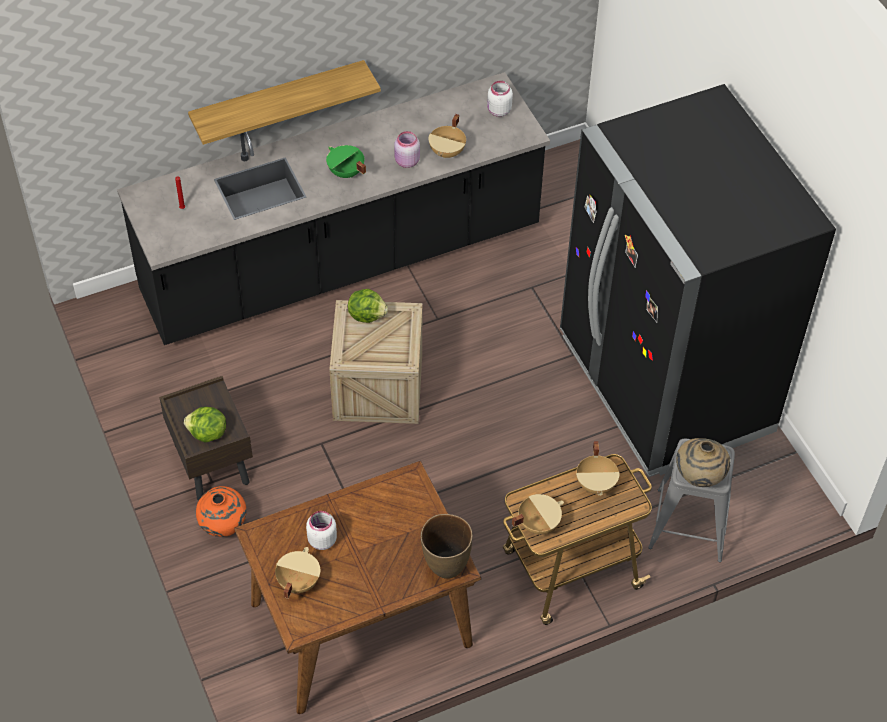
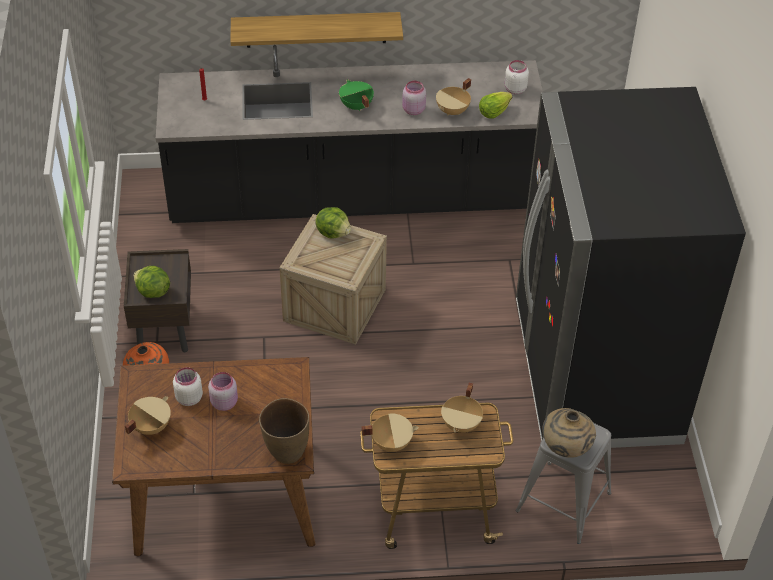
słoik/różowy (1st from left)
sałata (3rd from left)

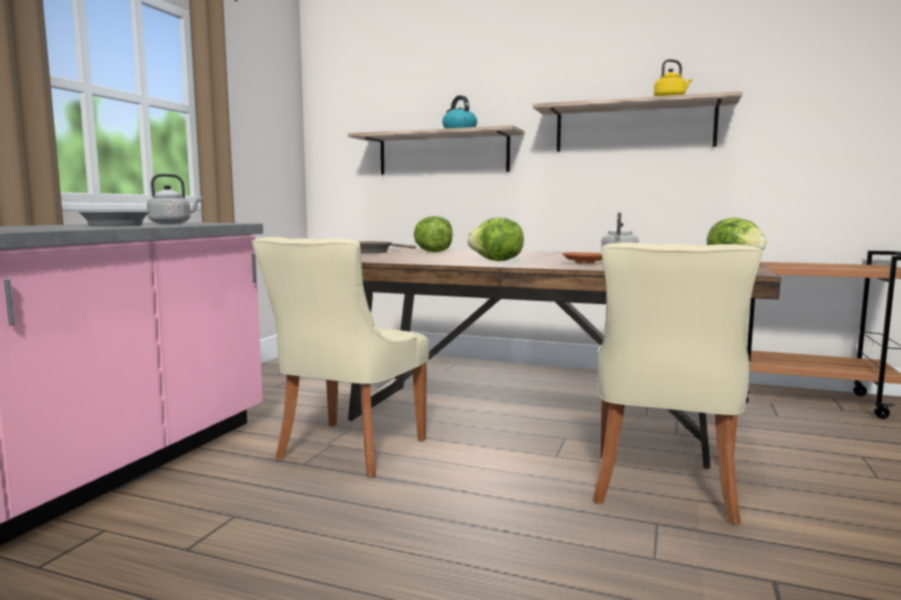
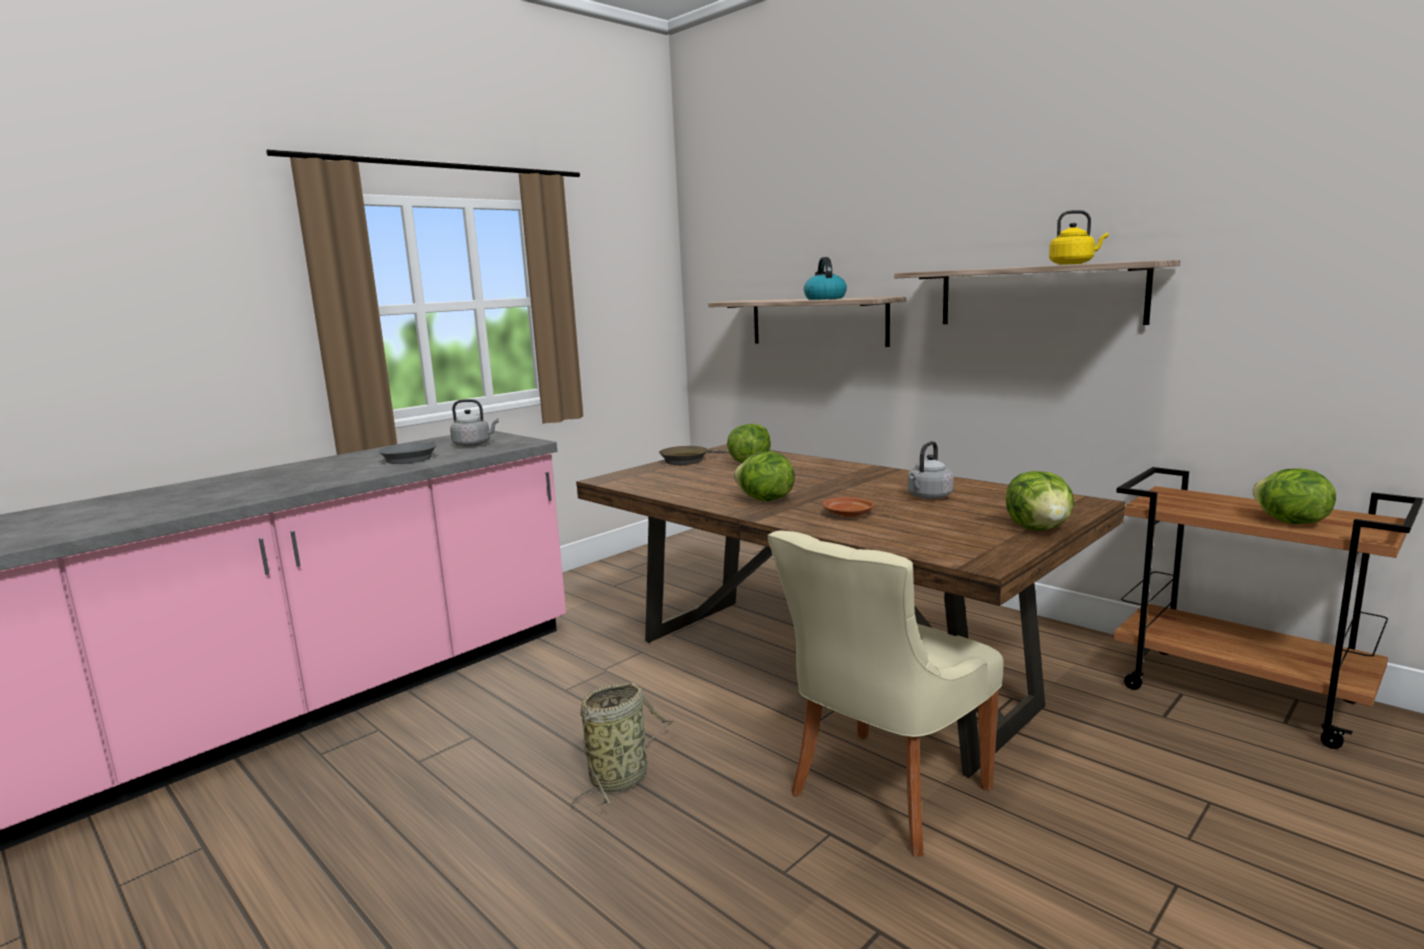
krzesło/beżowy (1st from left in the first image)
koszyk
sałata (4th from left)

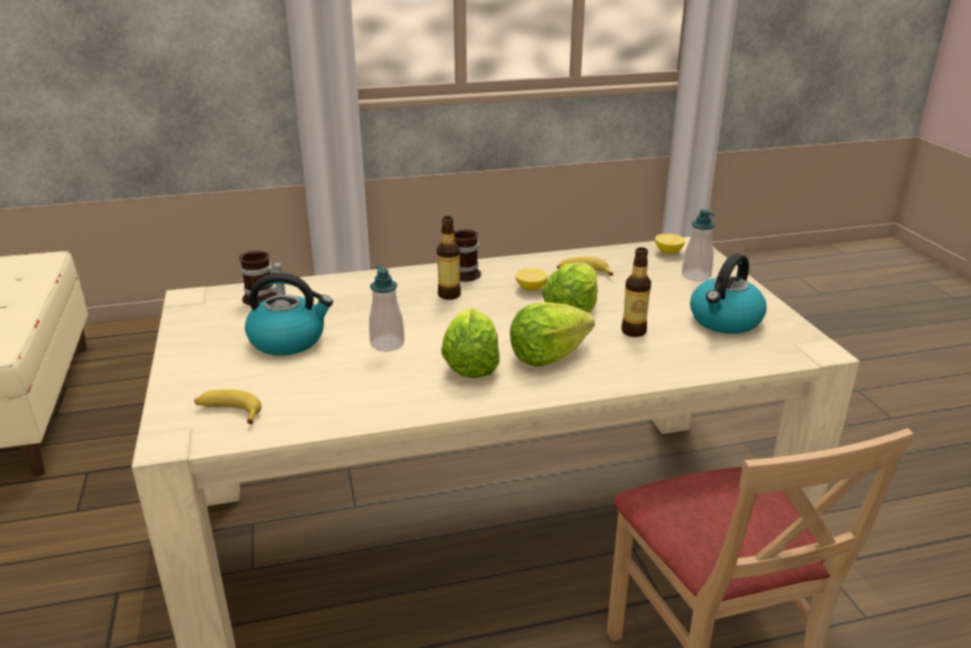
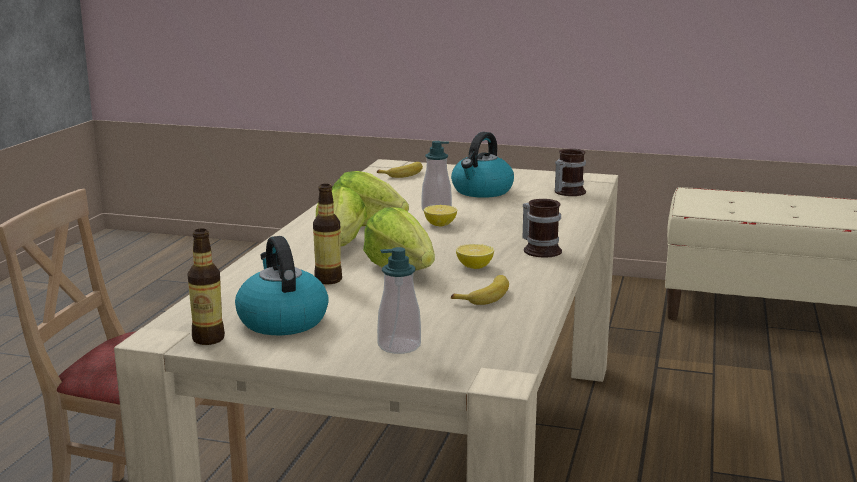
butelka (1st from left)
cytryna (1st from left)

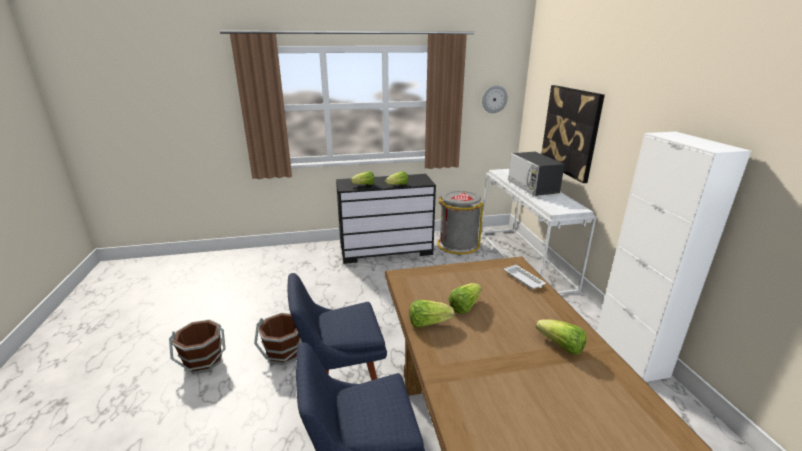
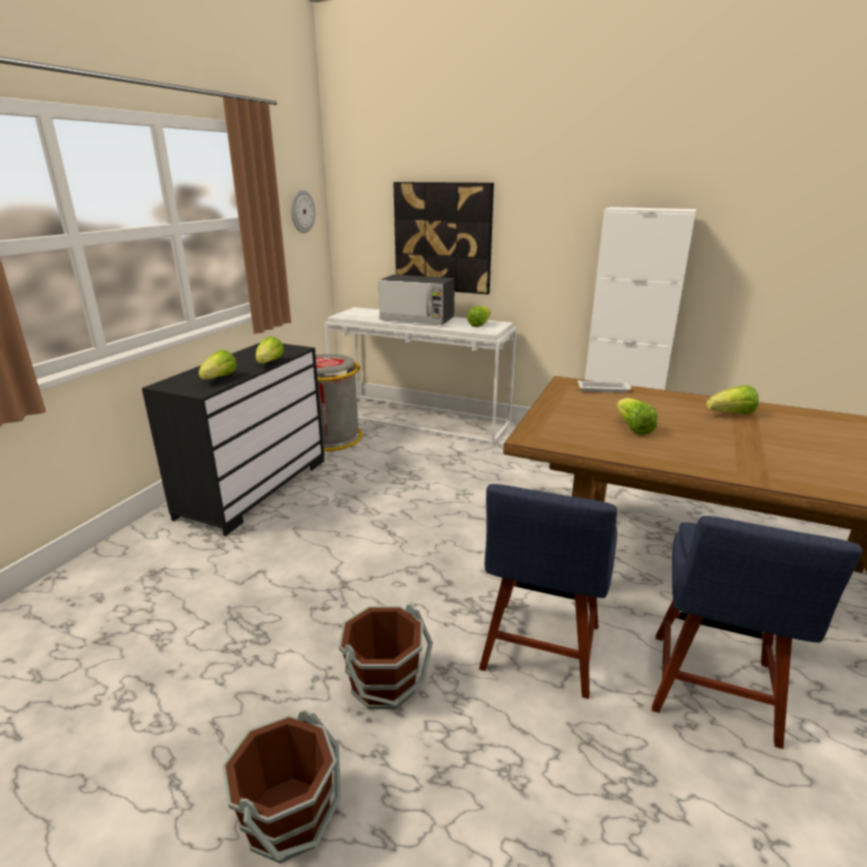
sałata (3rd from left)

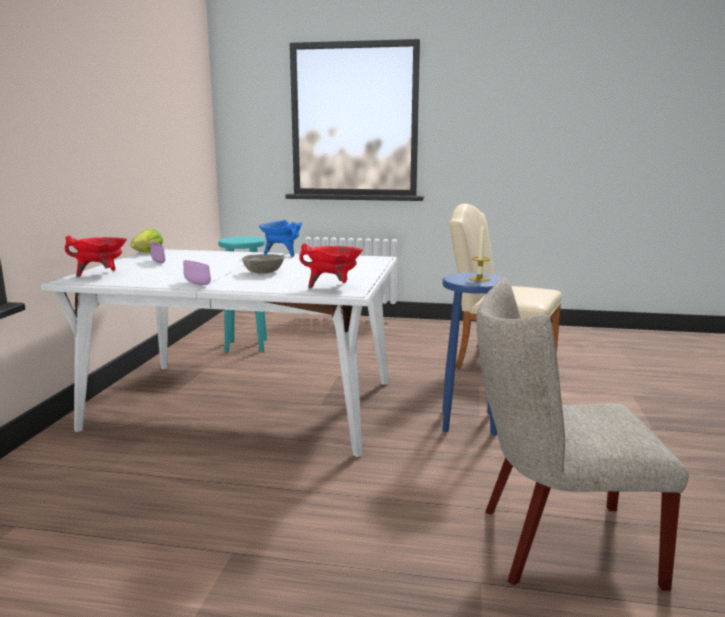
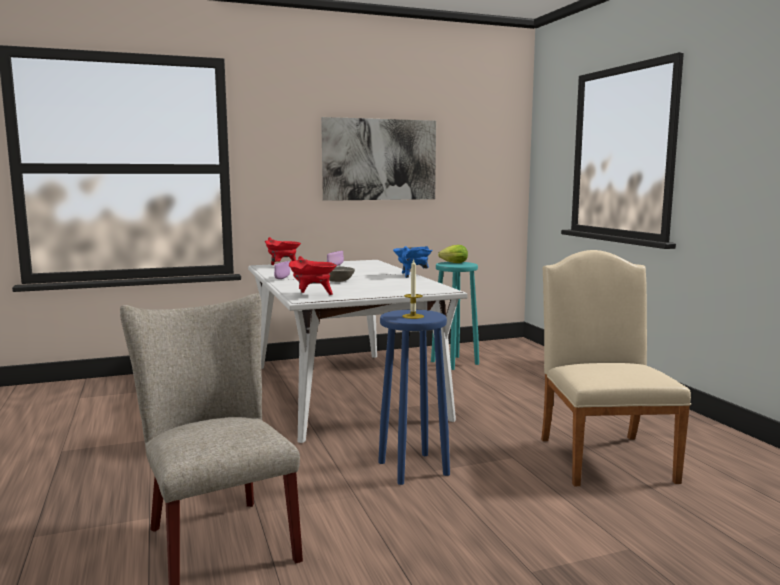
sałata
obraz

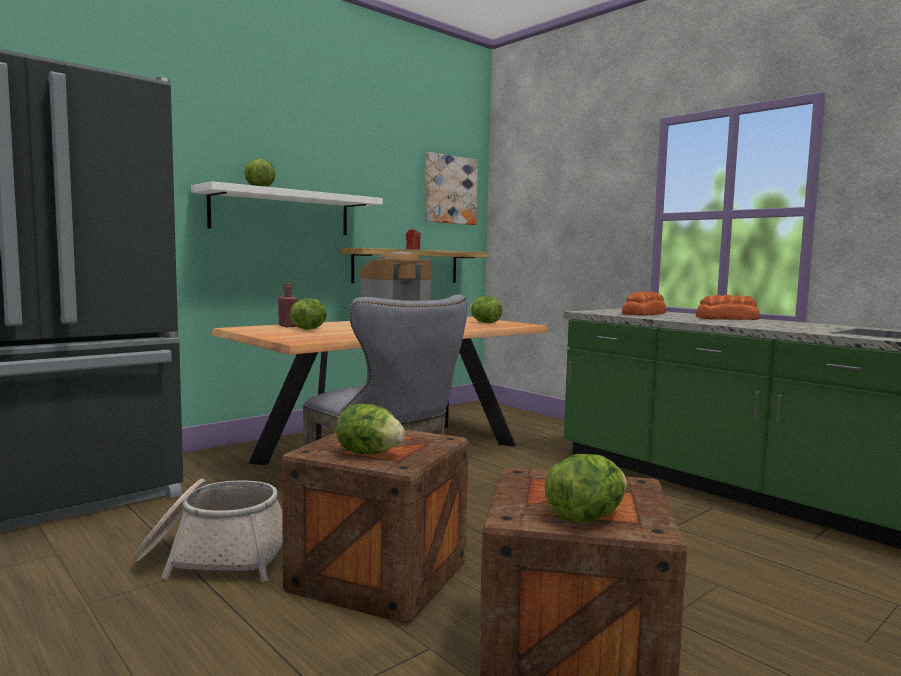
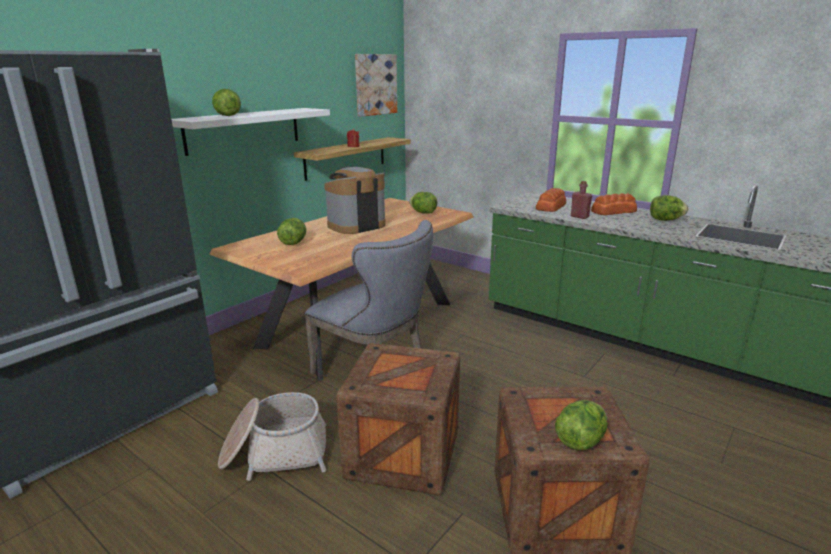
butelka/czerwony
sałata (5th from left)

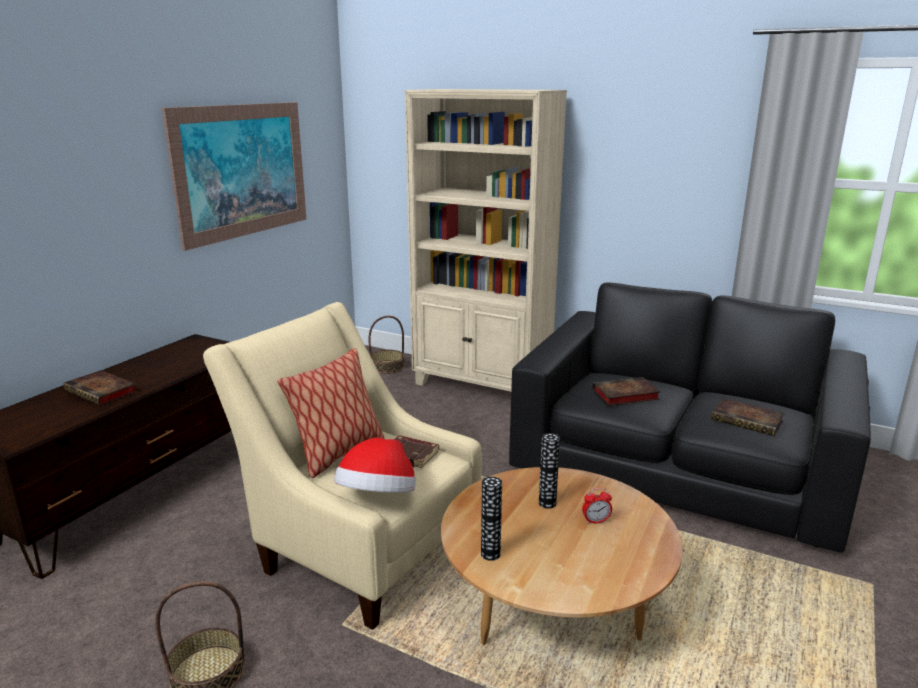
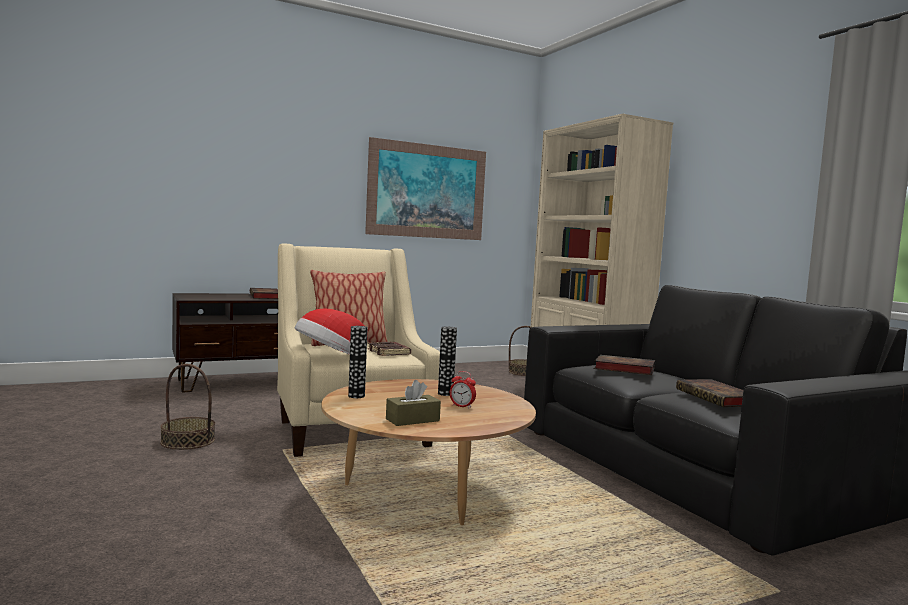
pudełko chusteczek/brązowy

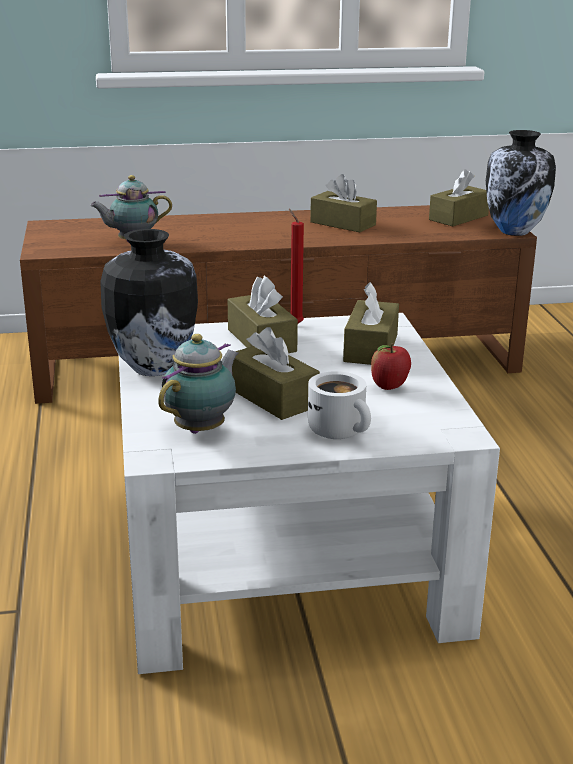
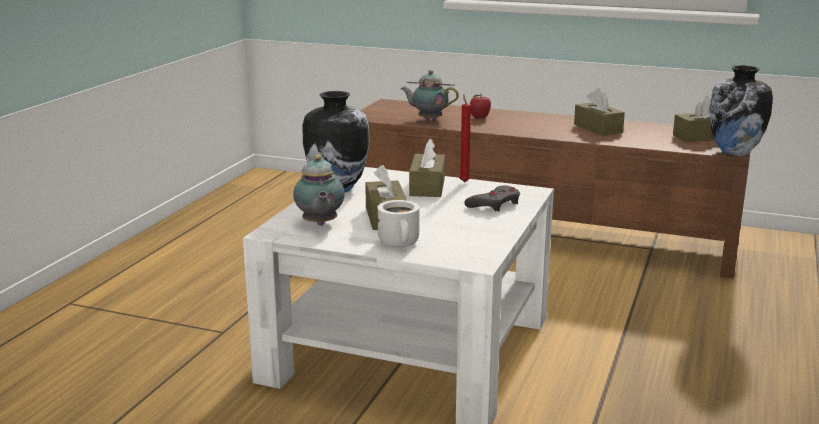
imbryk (1st from left)
pad do gier/szary
jabłko

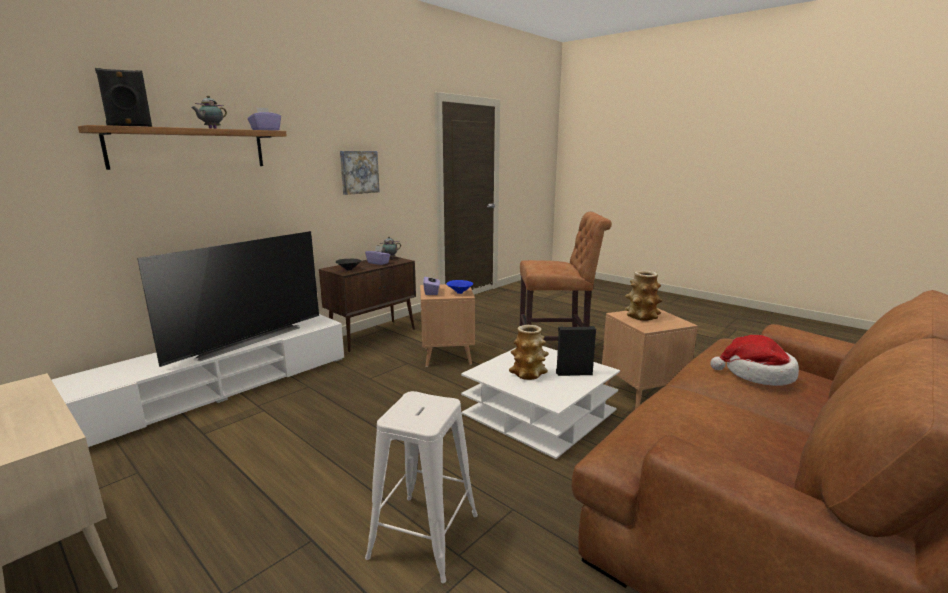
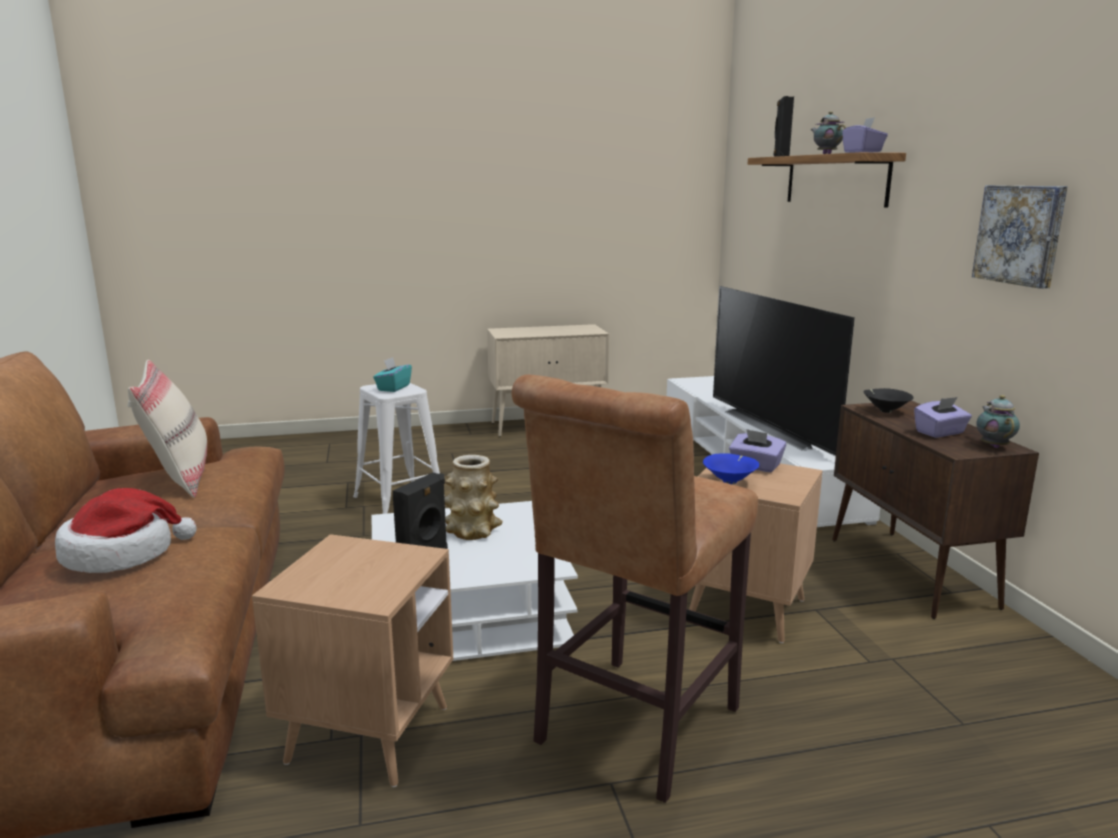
wazon (2nd from left in the first image)
poduszka/beżowy
pudełko chusteczek/turkusowy

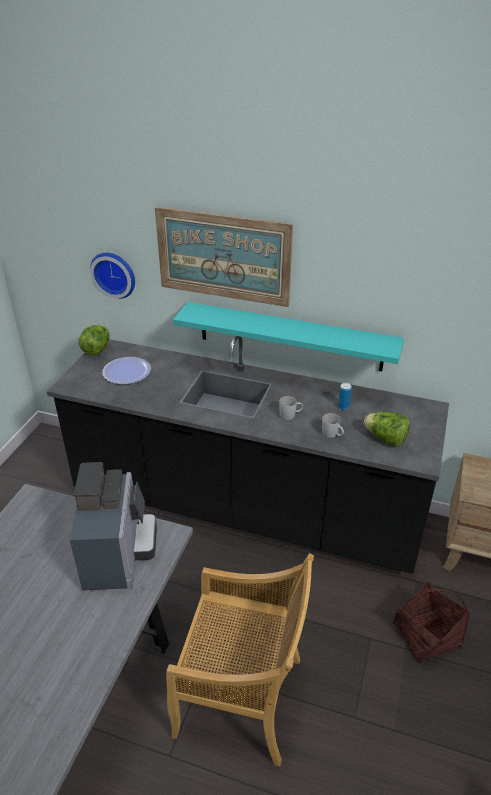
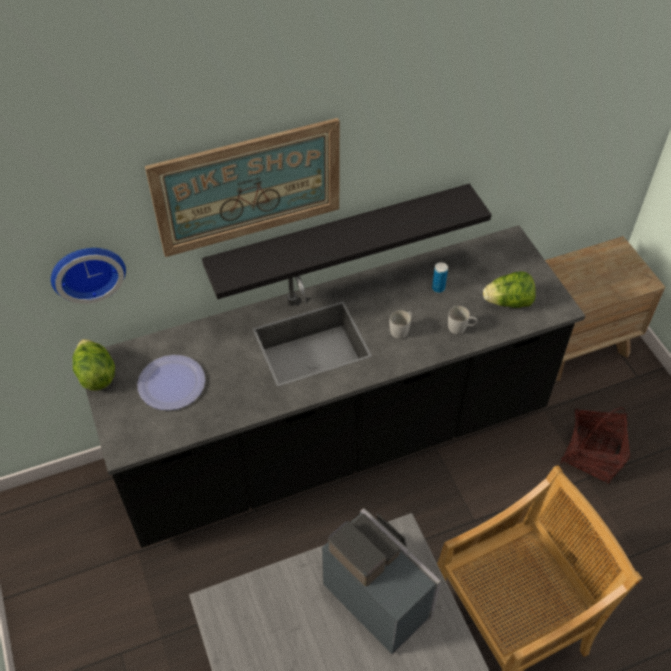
półka/czarny

